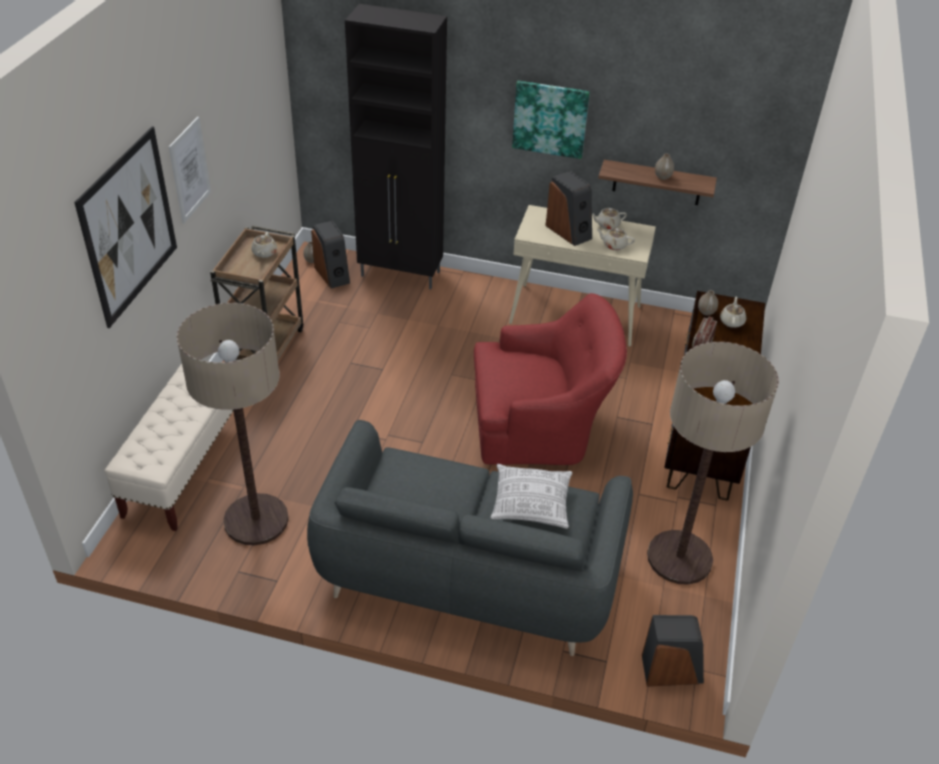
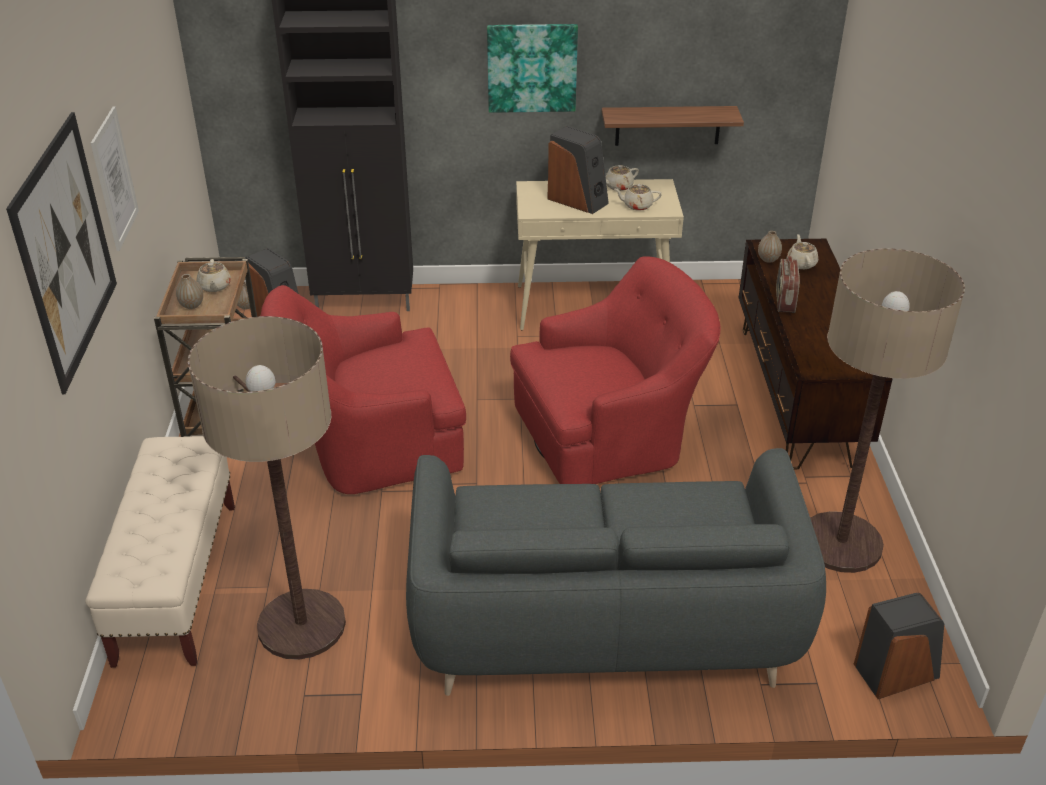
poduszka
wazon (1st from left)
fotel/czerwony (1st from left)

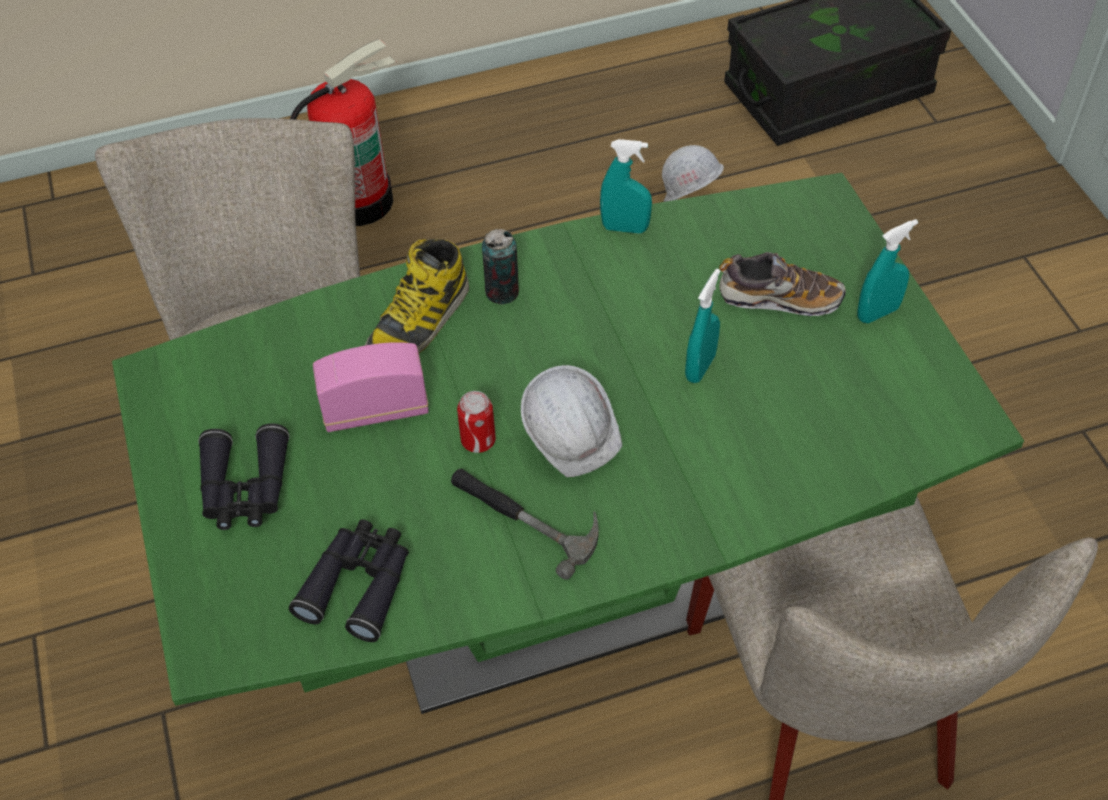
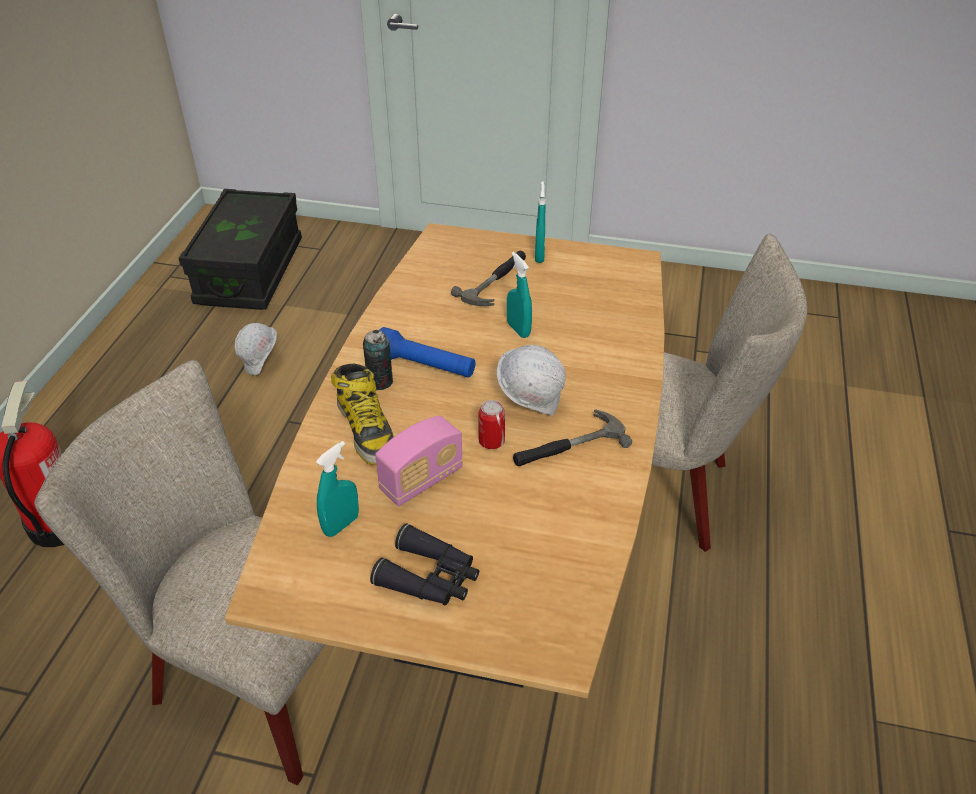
stół jadalny/brązowy
lornetka/czarny (2nd from left in the first image)
radio
spryskiwacz/turkusowy (1st from left)
młotek (1st from left)
latarka/niebieski

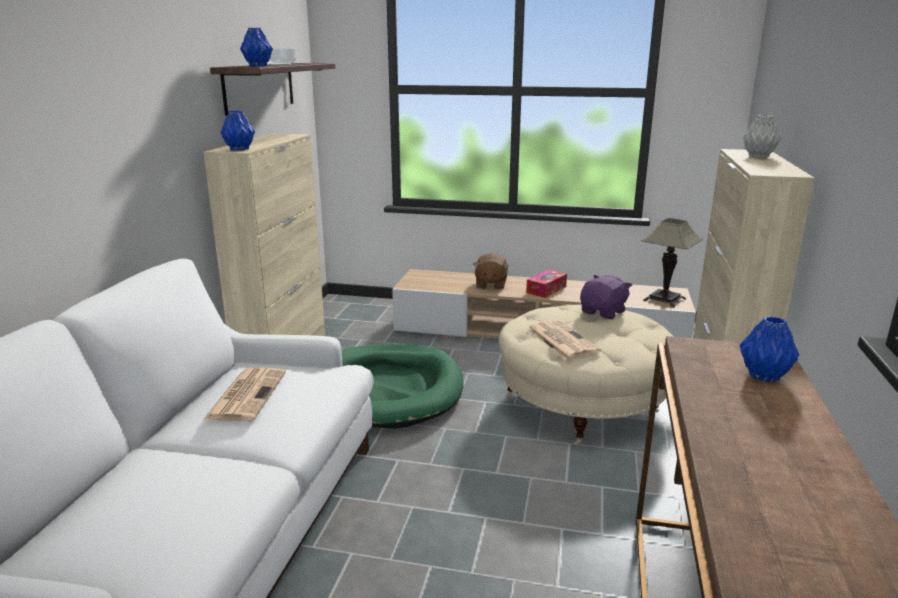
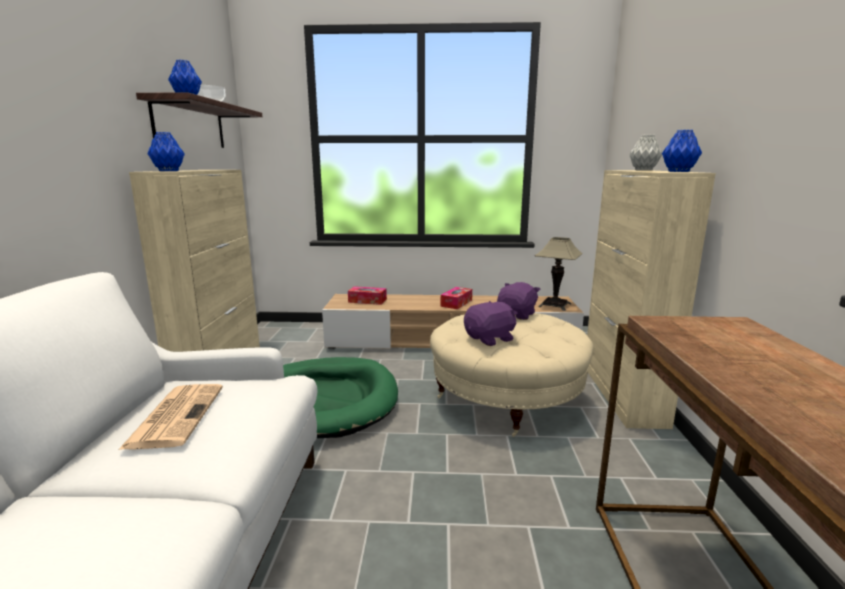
pluszak/brązowy
pluszak/fioletowy (1st from left)
wazon/niebieski (3rd from left)
pudełko chusteczek (1st from left)

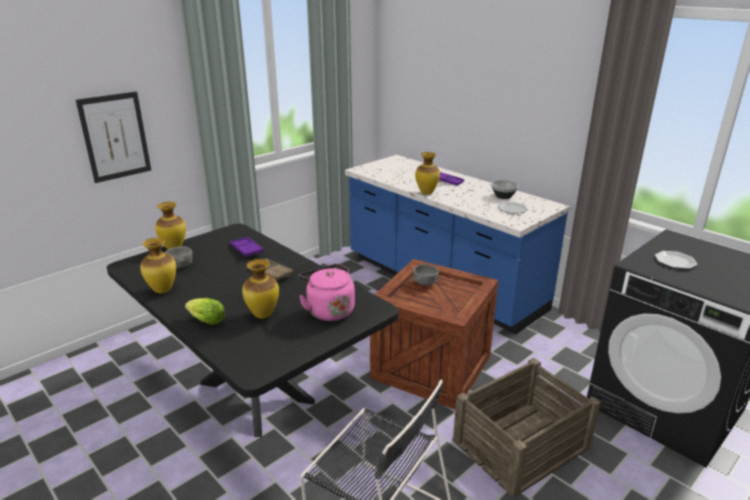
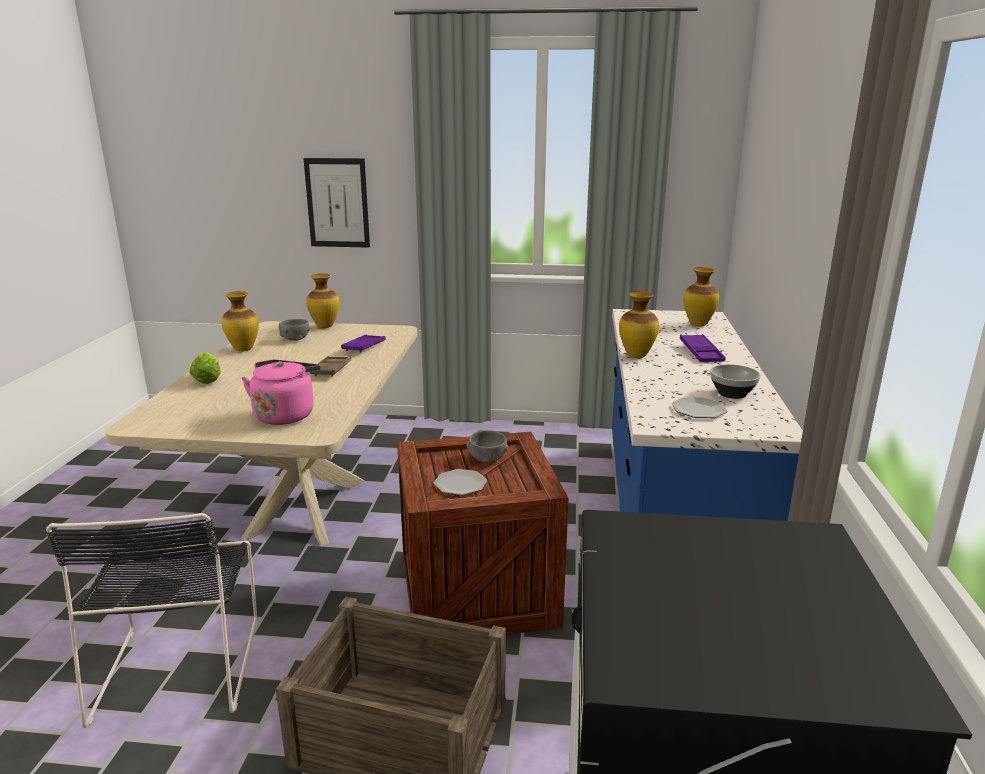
stół jadalny/beżowy
wazon (4th from left)
talerz (1st from left)

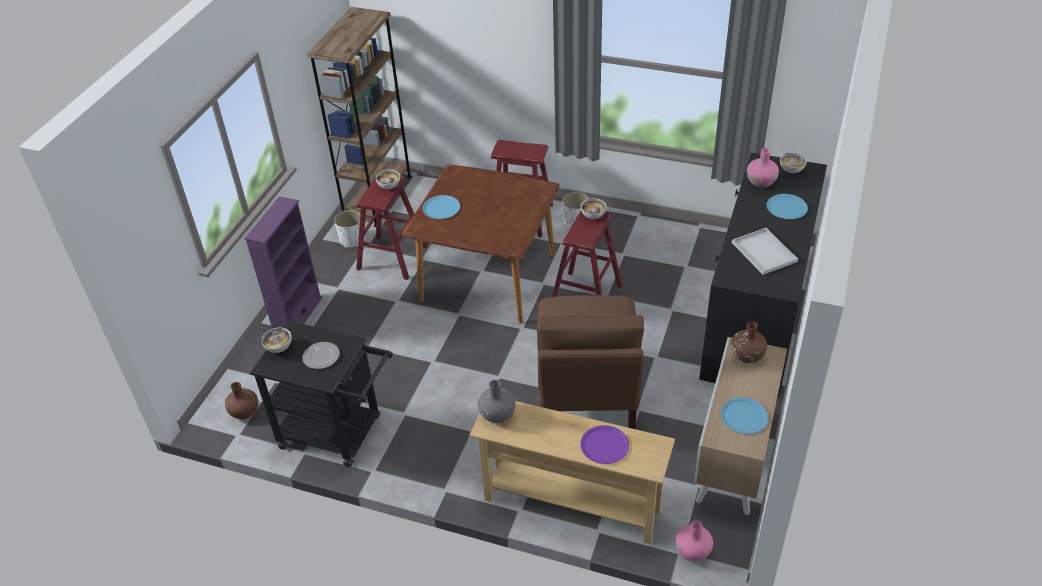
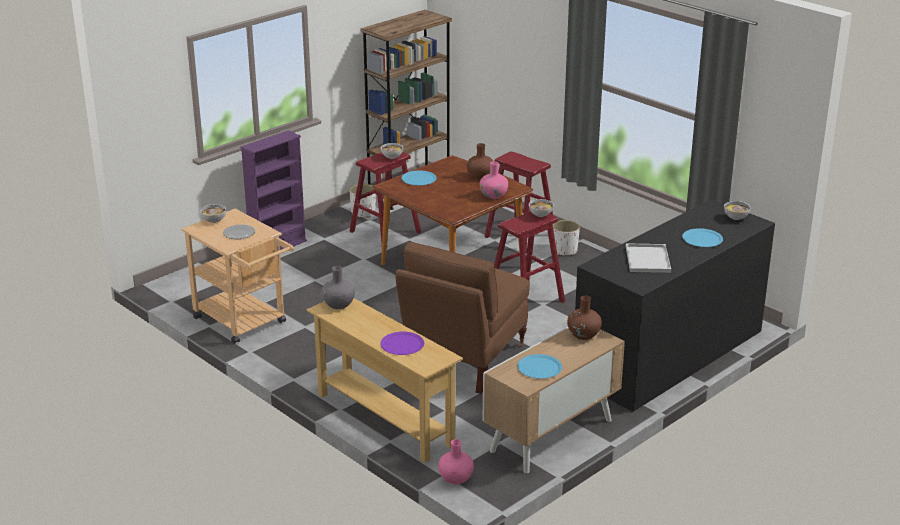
wazon/brązowy (1st from left)
wózek/beżowy
wazon/różowy (2nd from left)

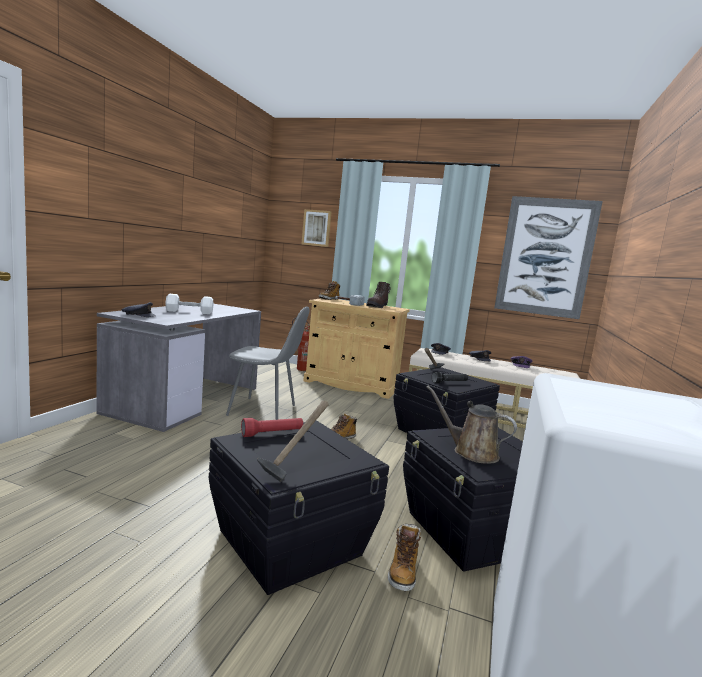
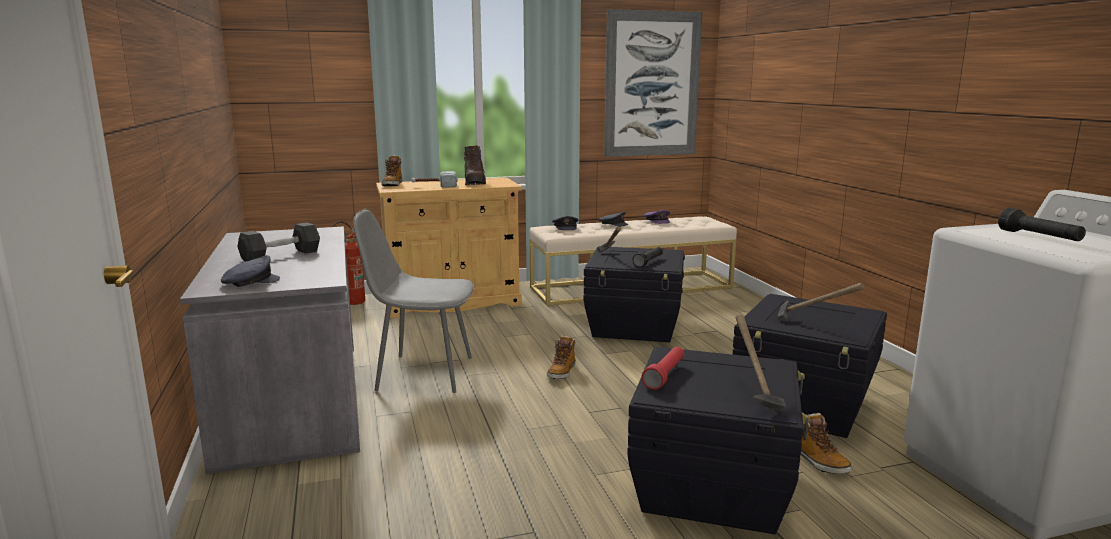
hantel/czarny
krzesło/szary
obraz (1st from left in the first image)
młotek (4th from left)
latarka/czarny (2nd from left)

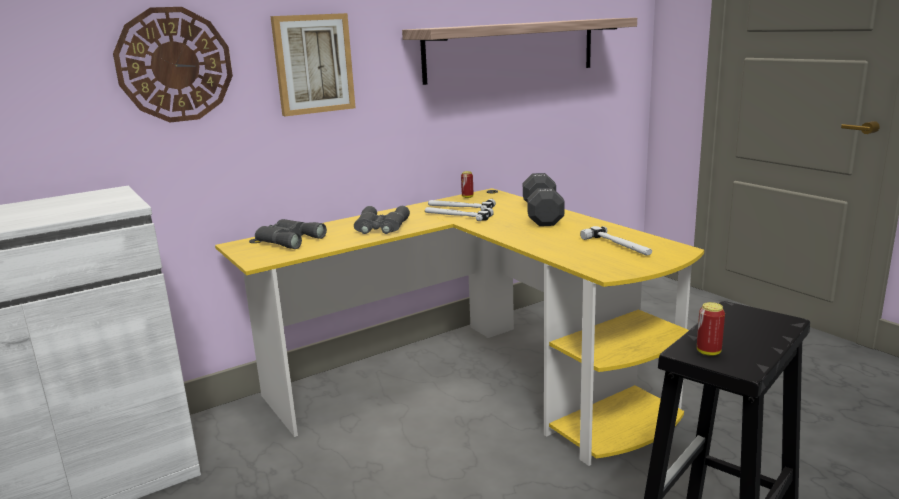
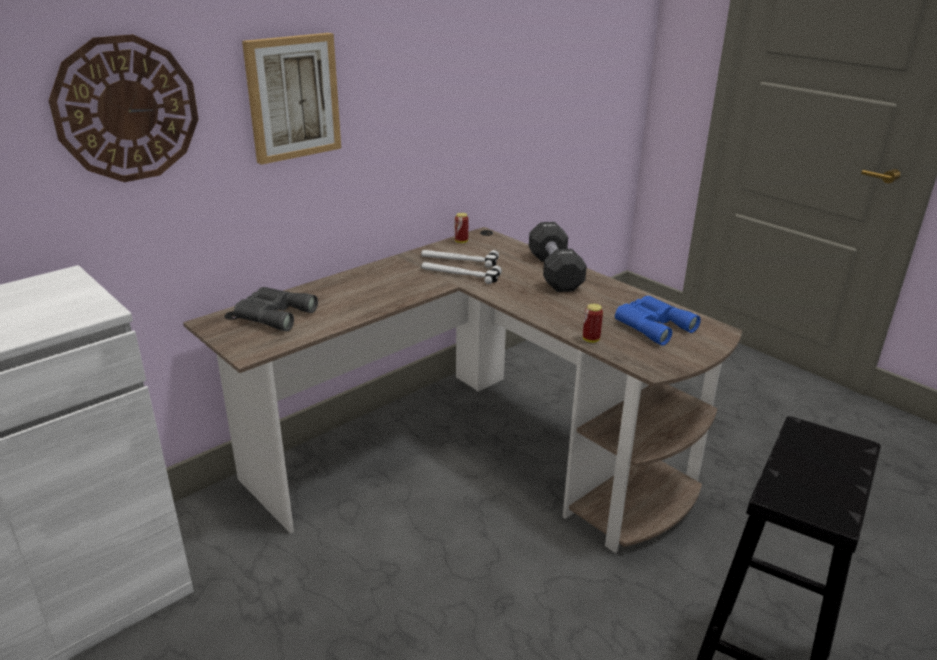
biurko/brązowy
lornetka/szary (2nd from left in the first image)
półka
lornetka/niebieski
puszka (2nd from left)

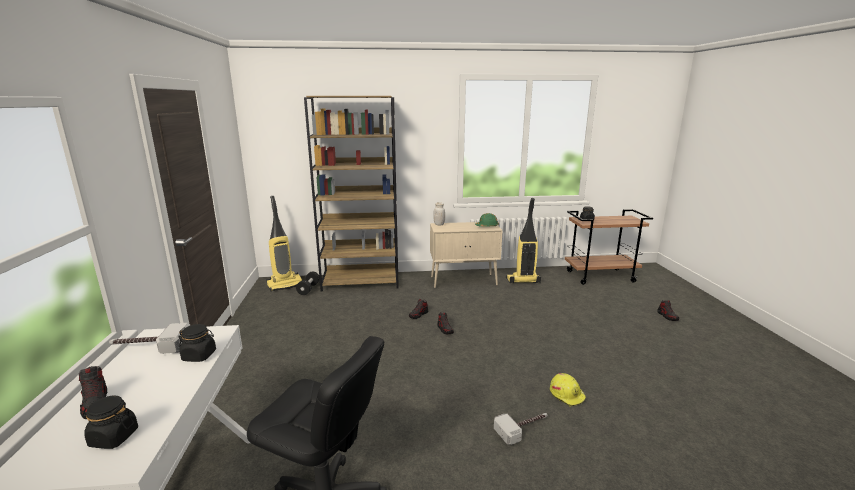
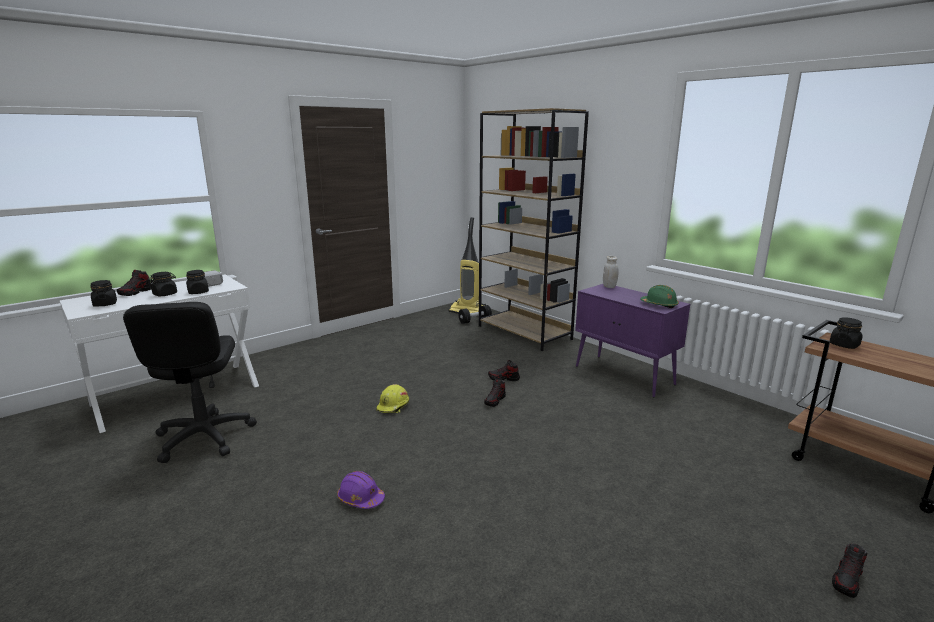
szafka/fioletowy
kask/fioletowy
odkurzacz (2nd from left in the first image)
kask/żółty
słoik/czarny (2nd from left)

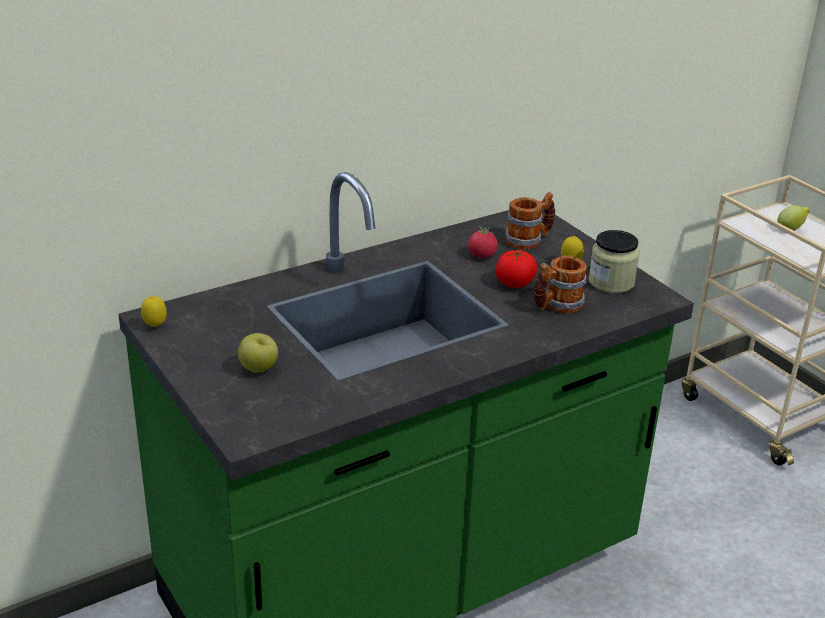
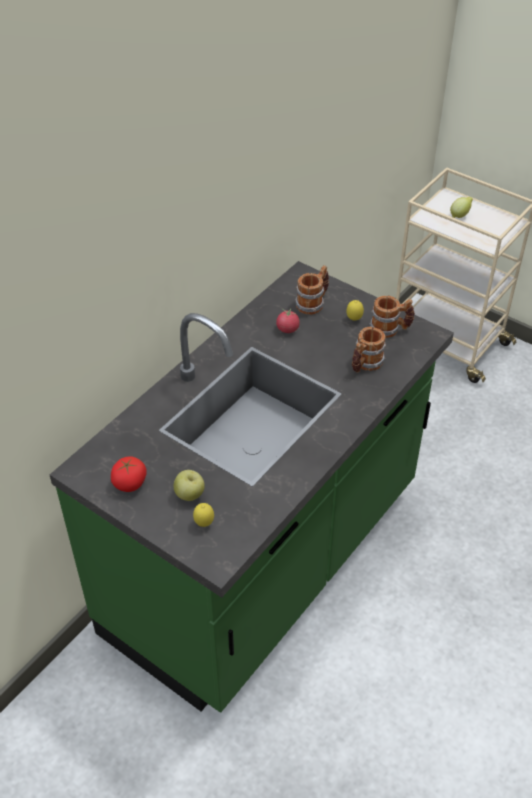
cytryna (1st from left)
pomidor (1st from left)
kubek (3rd from left)

